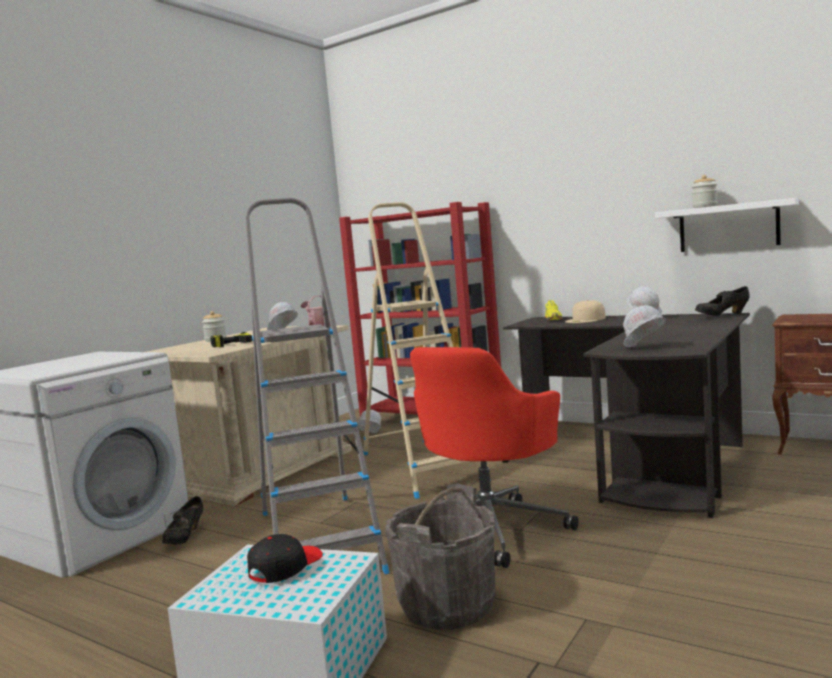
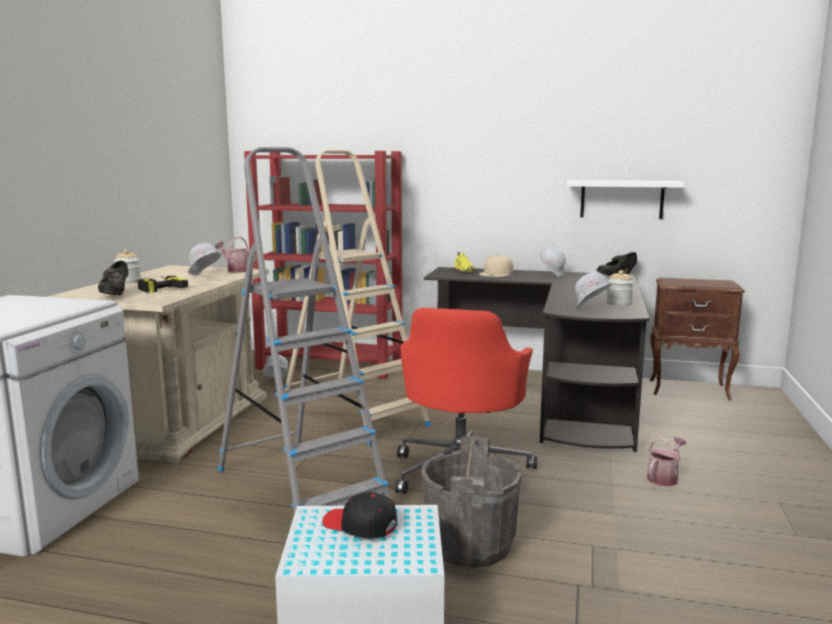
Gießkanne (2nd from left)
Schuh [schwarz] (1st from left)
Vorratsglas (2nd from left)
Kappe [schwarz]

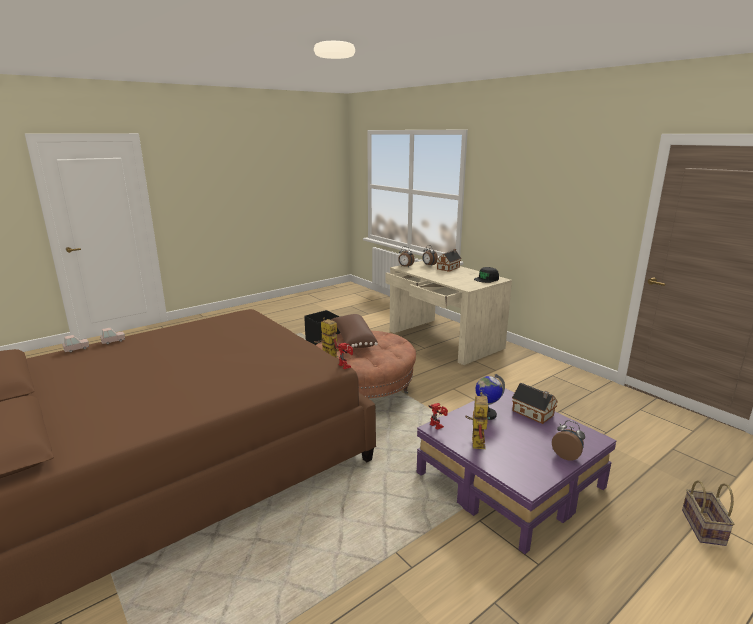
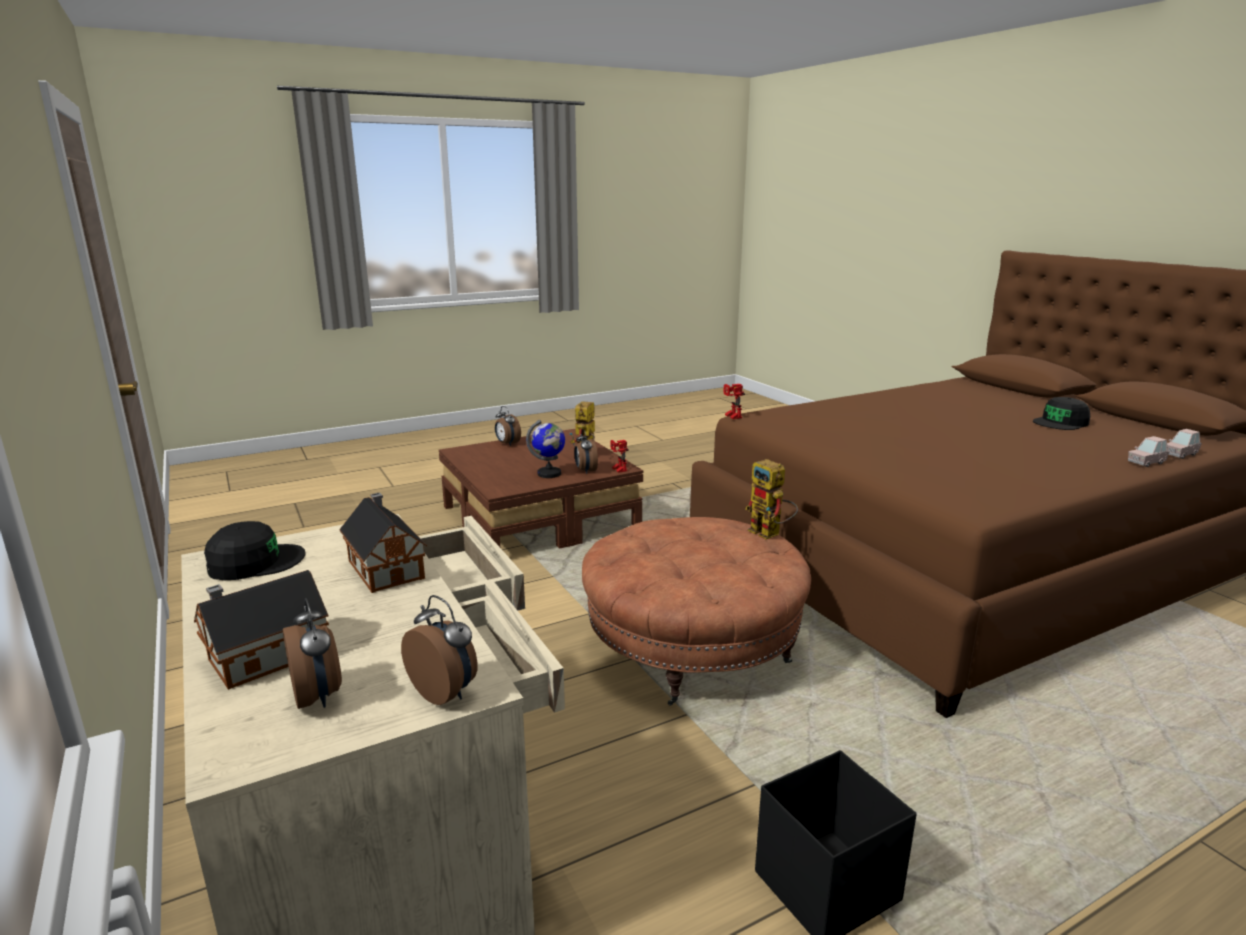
Kissen [braun]
Korb
Wecker (4th from left)
Kappe [schwarz] (2nd from left)
Spielzeughaus (2nd from left)
Couchtisch [braun]

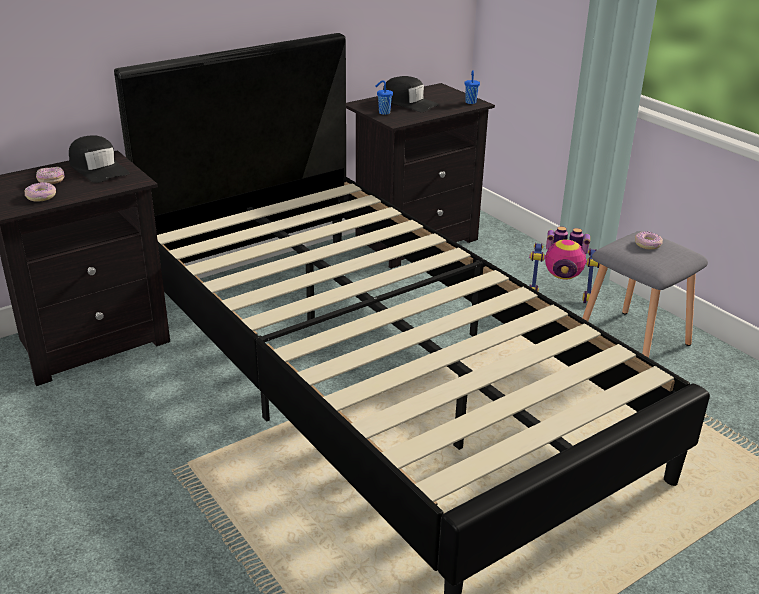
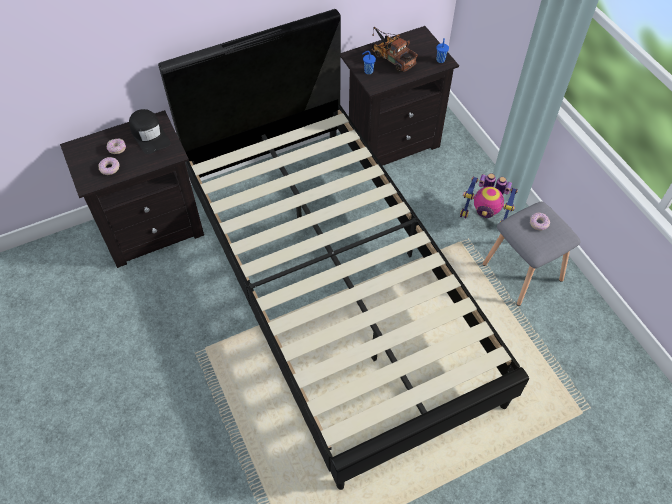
Spielzeuglaster

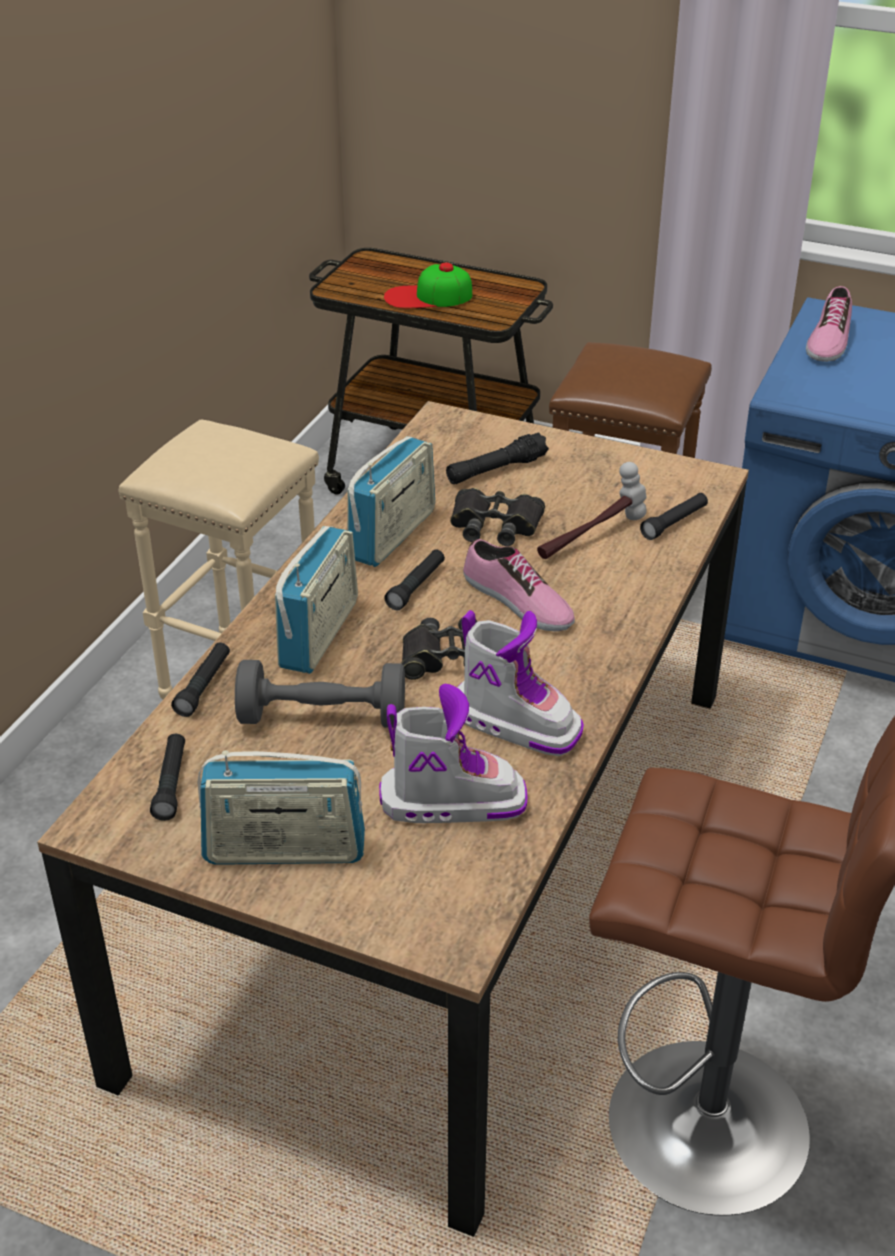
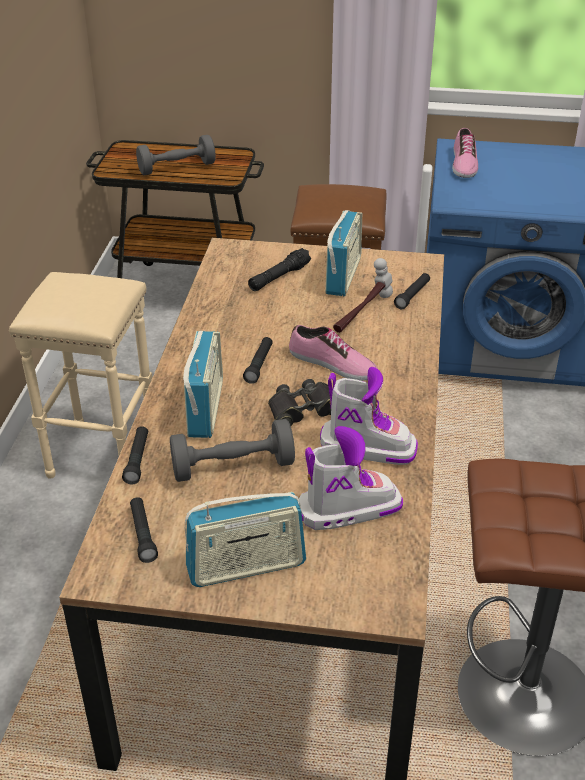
Fernglas [schwarz] (2nd from left in the first image)
Radio (3rd from left)
Hantel [grau] (1st from left)

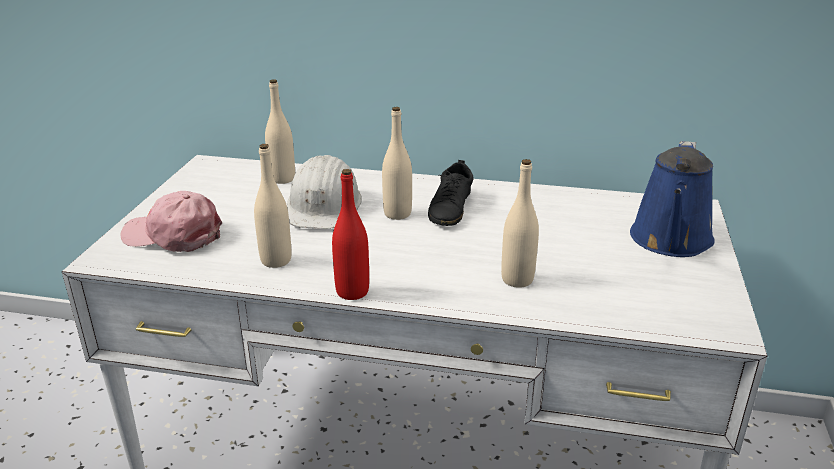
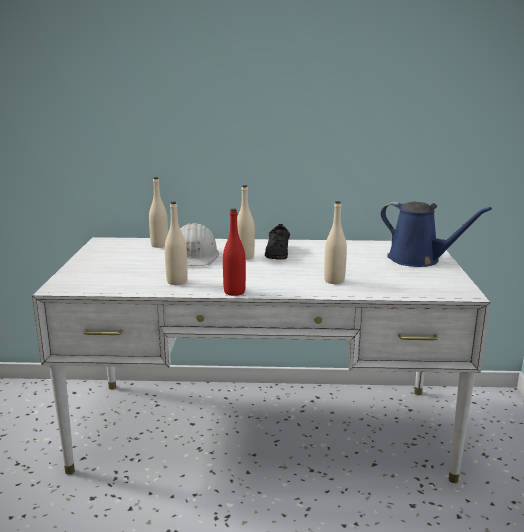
Kappe [rosa]
Gießkanne [blau]

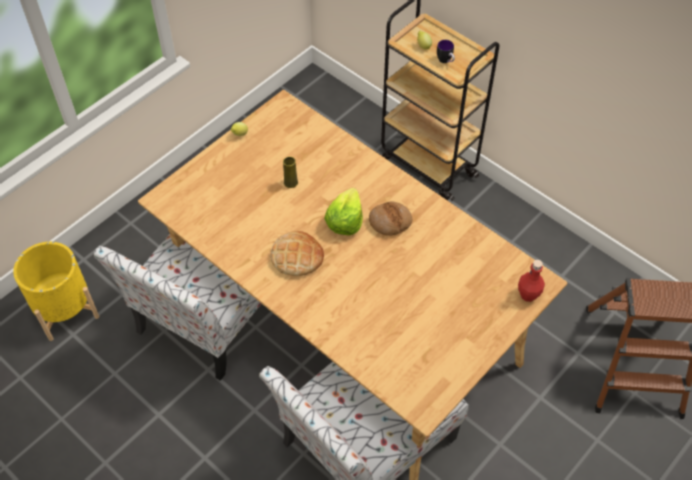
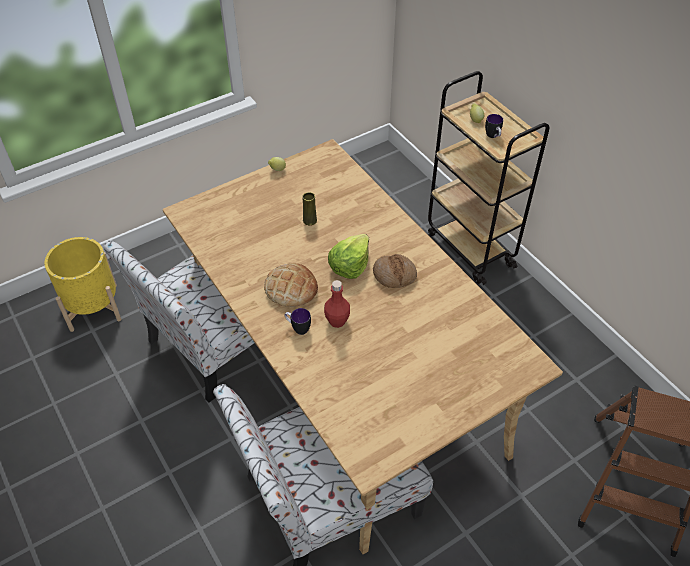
Henkelbecher (1st from left)
Flasche [rot]

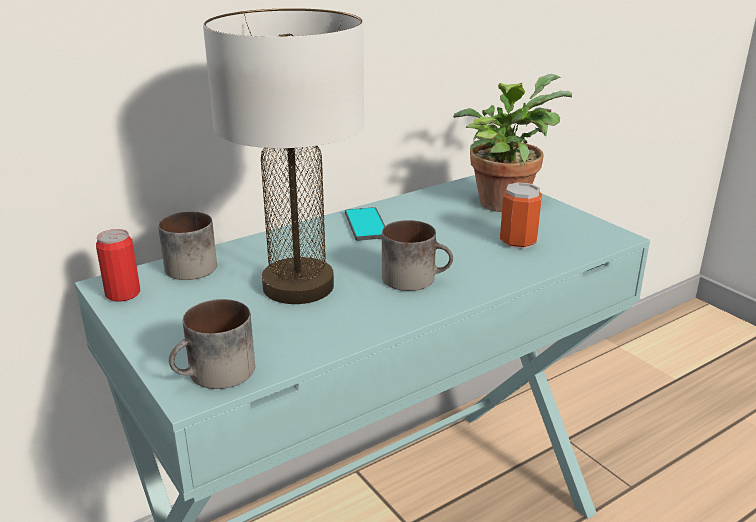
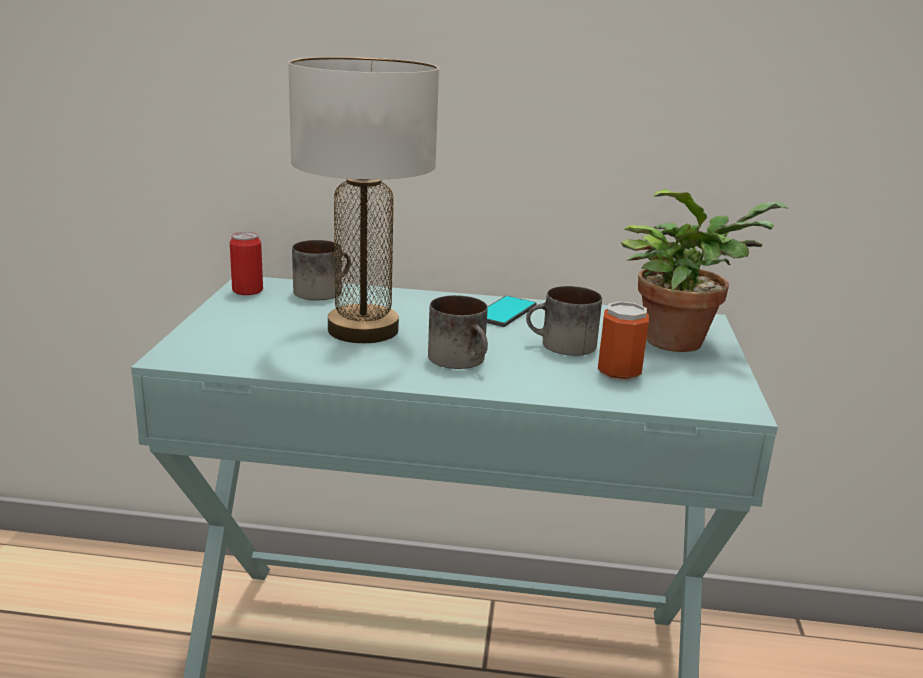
Henkelbecher (3rd from left)

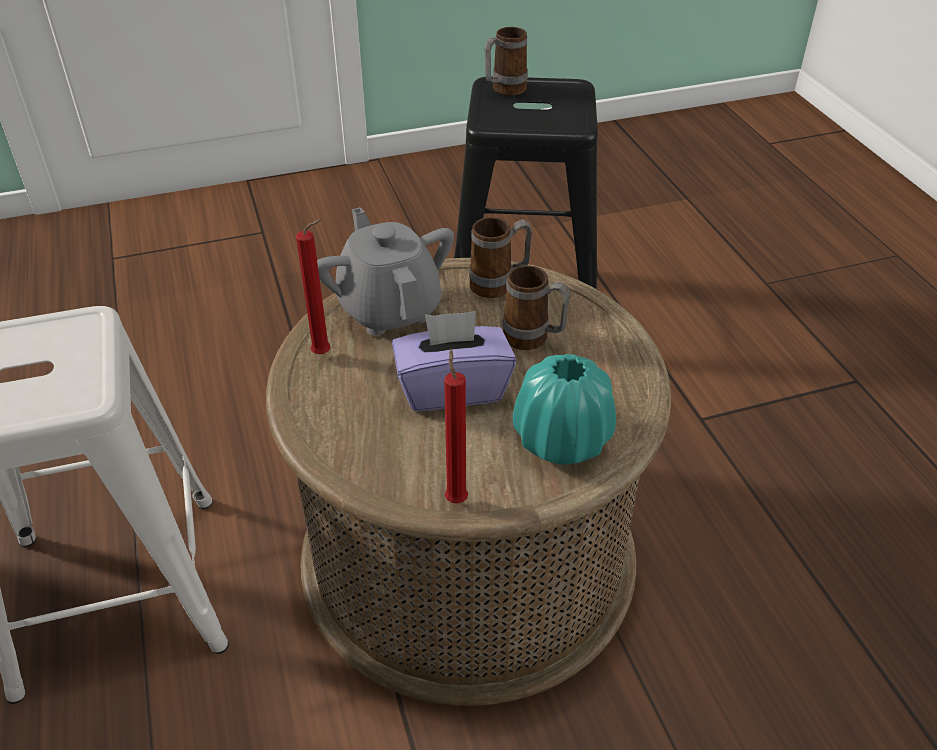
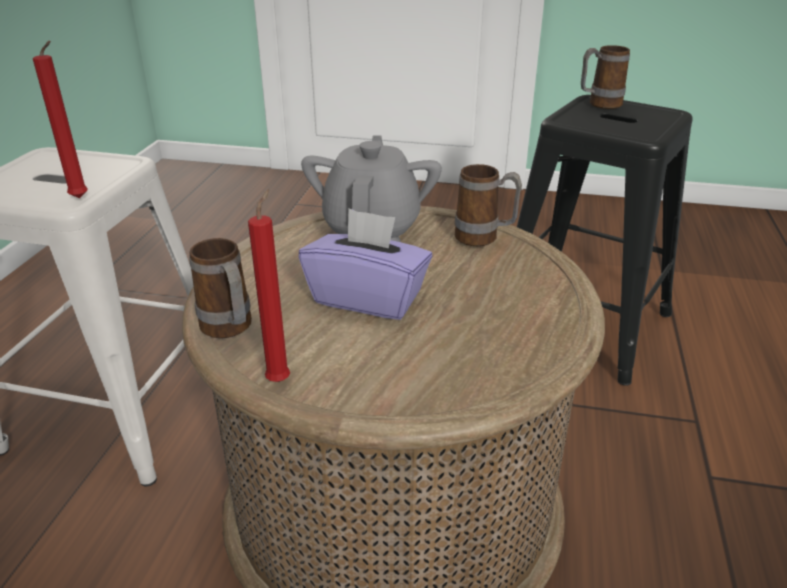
Vase [türkis]
Kerze [rot] (1st from left)
Henkelbecher (1st from left)

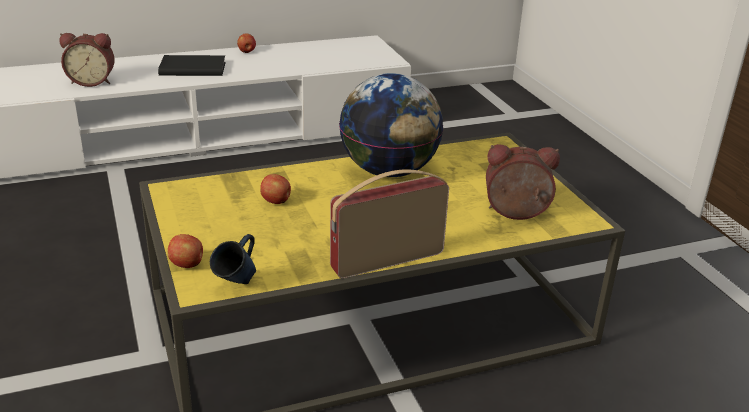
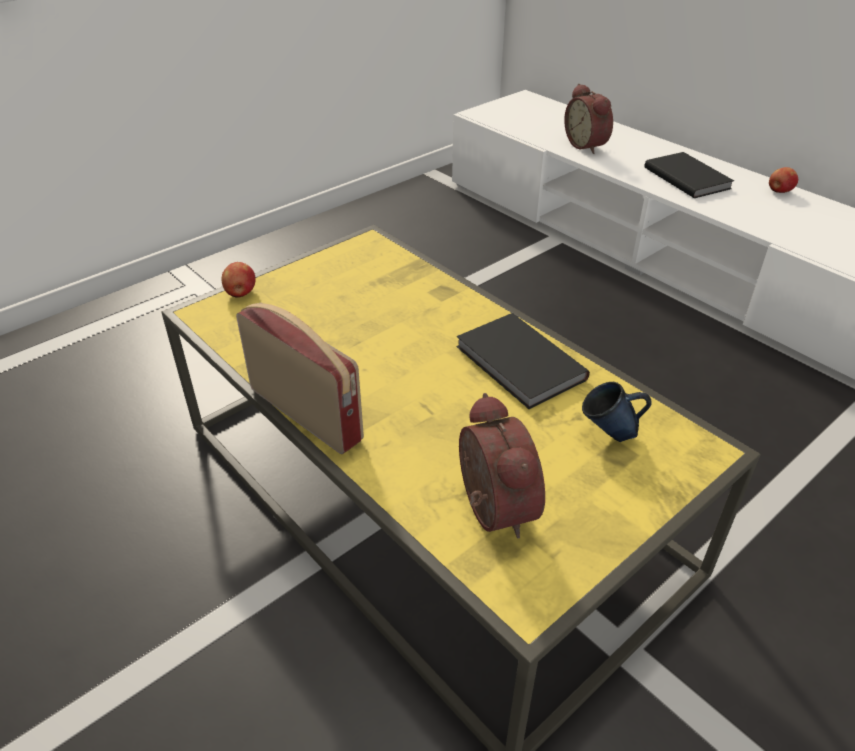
Apfel (3rd from left in the first image)
Henkelbecher [blau]
Buch [schwarz] (1st from left)

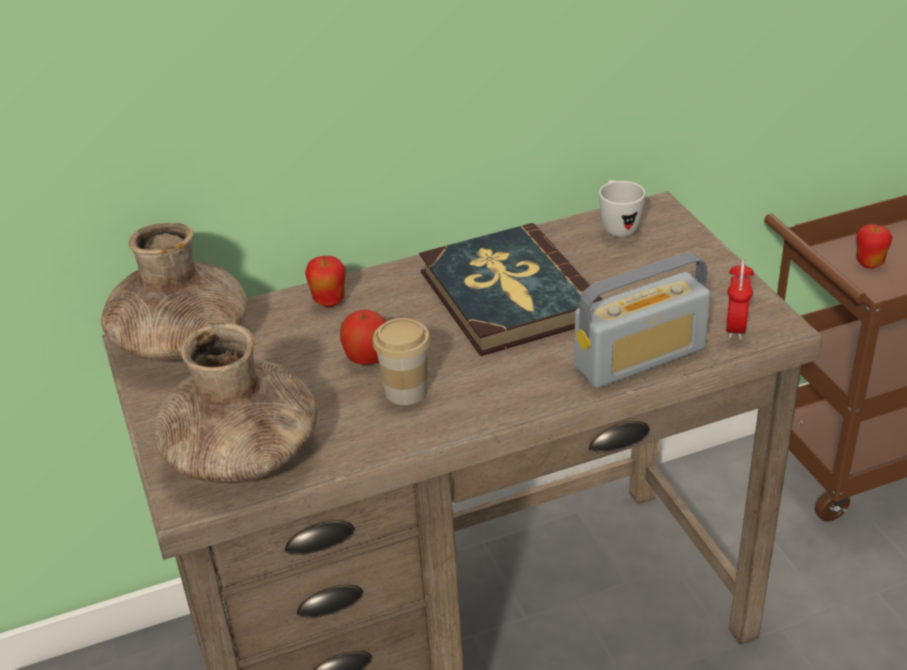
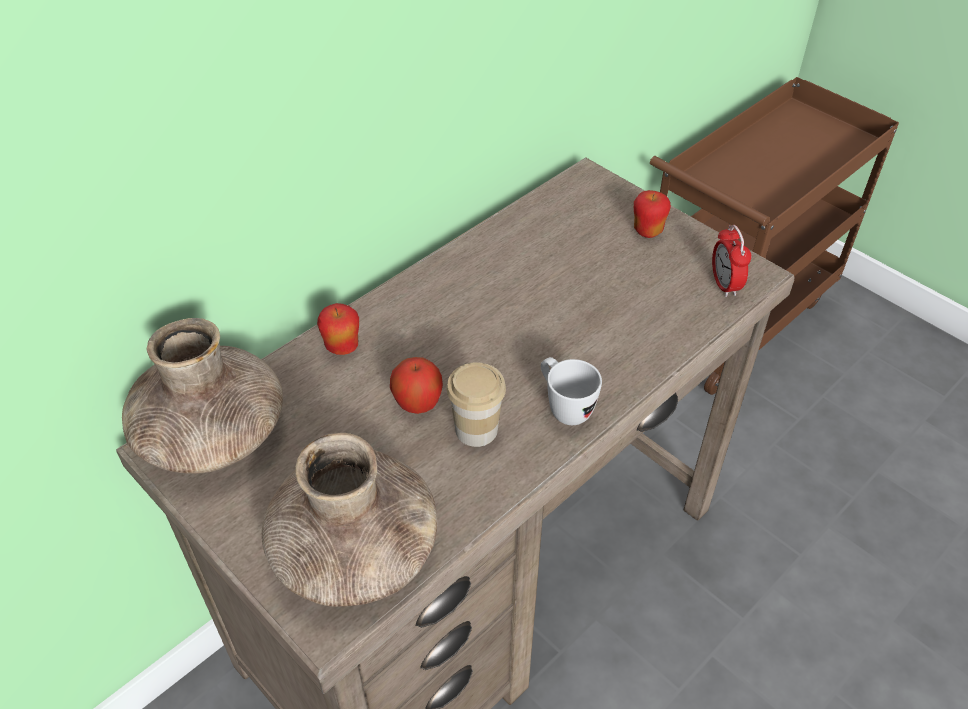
Buch
Radio
Henkelbecher [weiß]
Apfel (3rd from left)

